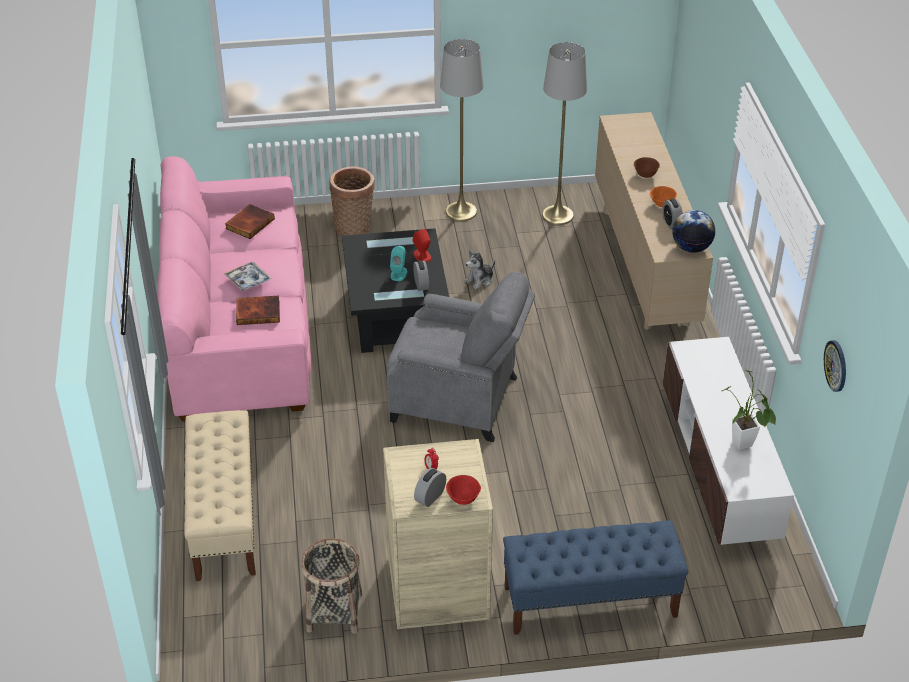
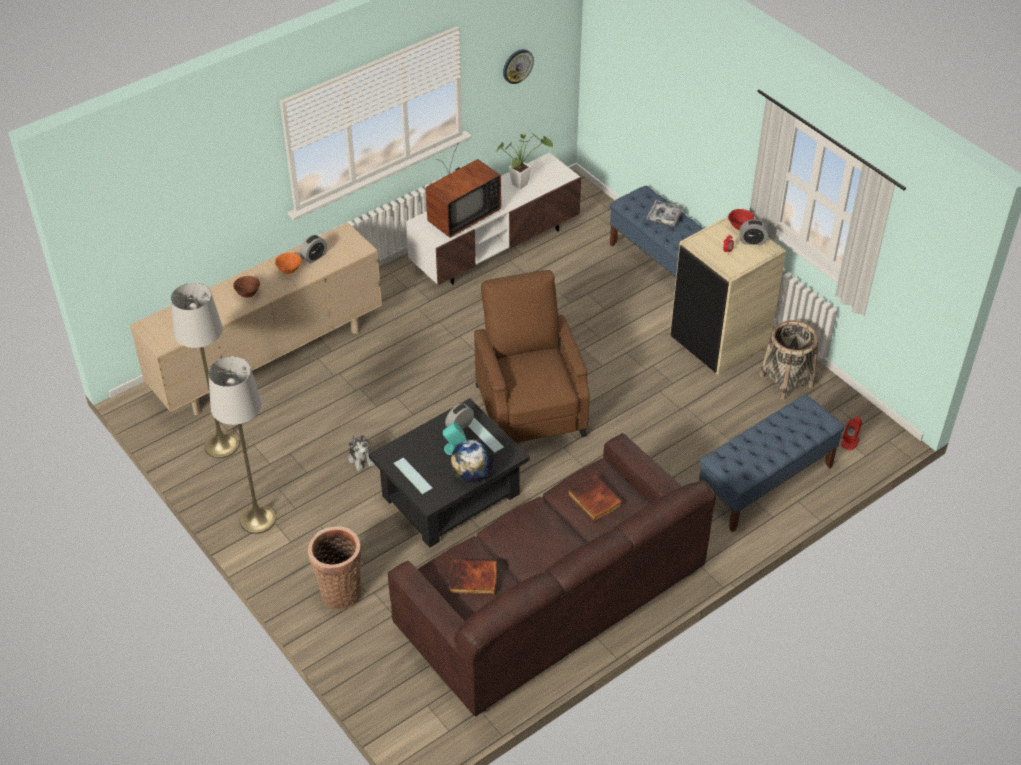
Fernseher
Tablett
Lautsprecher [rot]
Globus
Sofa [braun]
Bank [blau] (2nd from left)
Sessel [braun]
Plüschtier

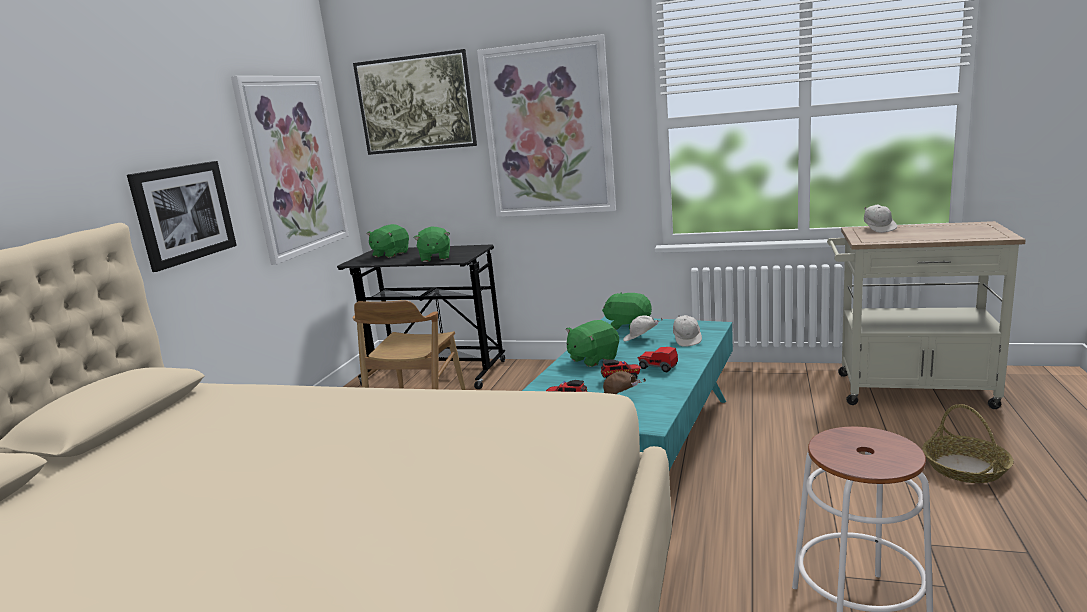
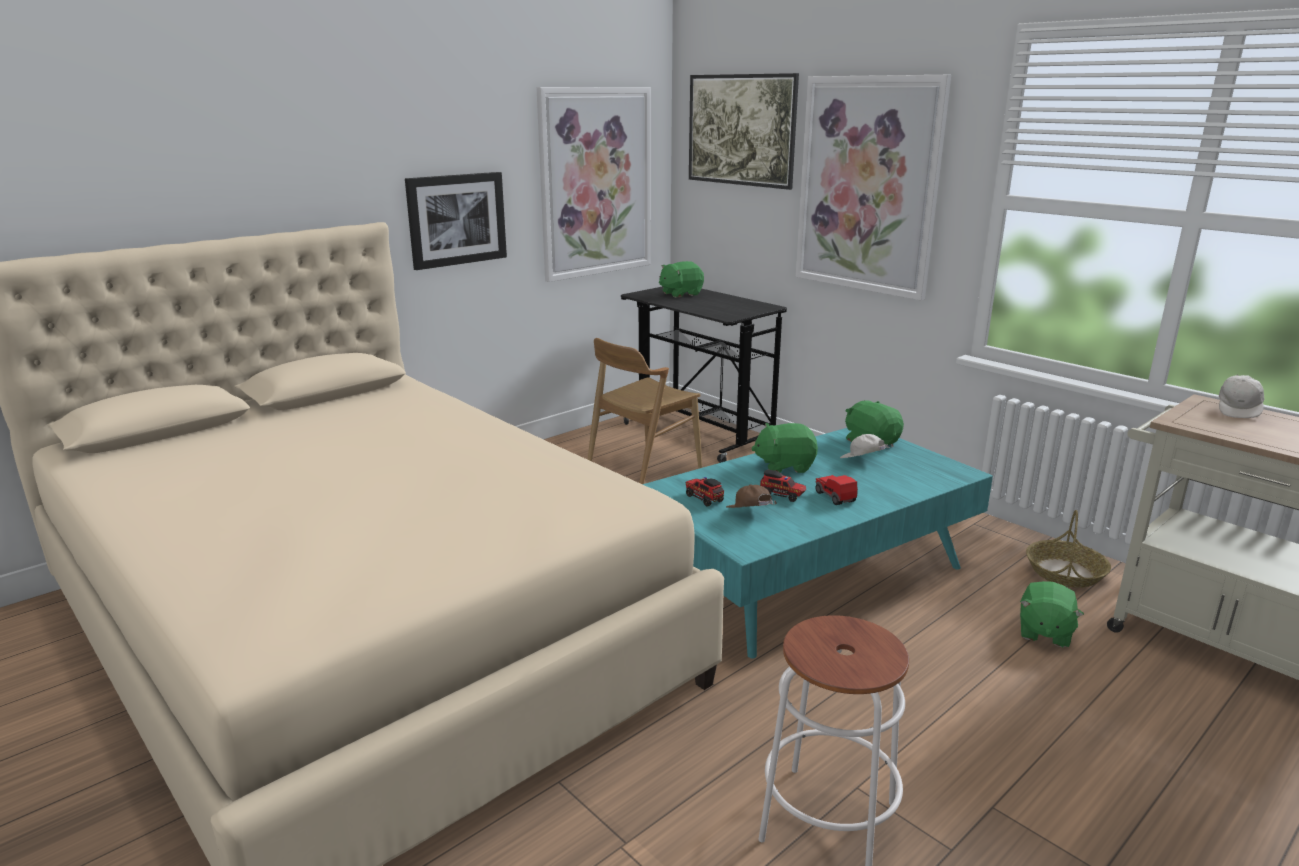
Kappe [weiß] (2nd from left in the first image)
Plüschtier [grün] (4th from left)
Korb

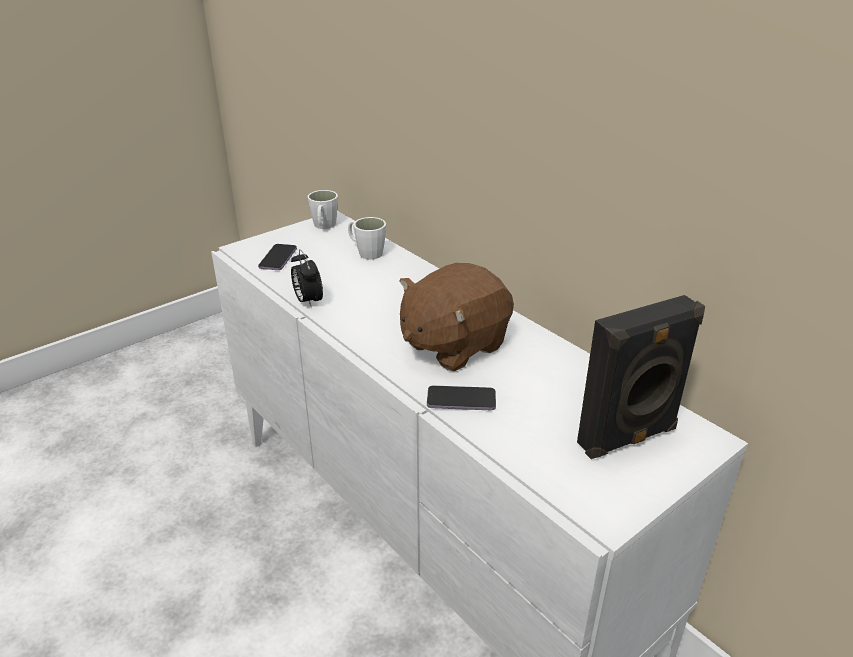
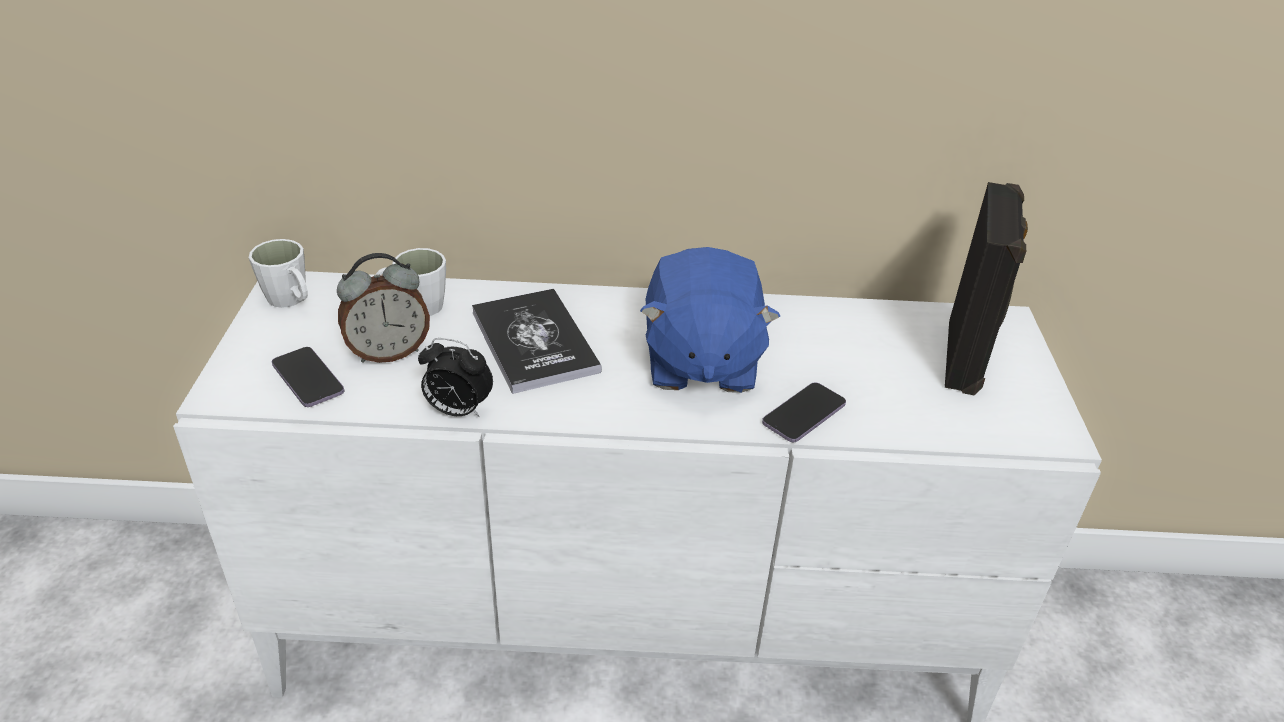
Wecker (1st from left)
Buch
Plüschtier [blau]

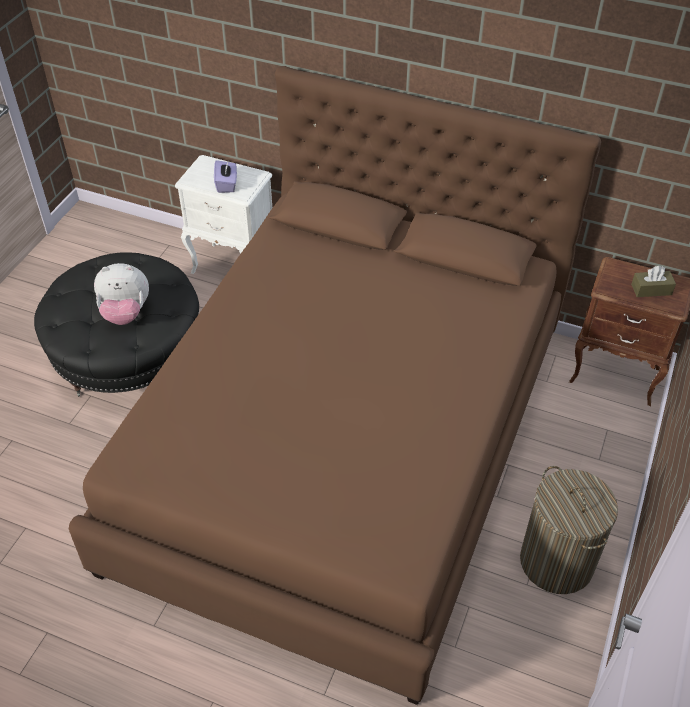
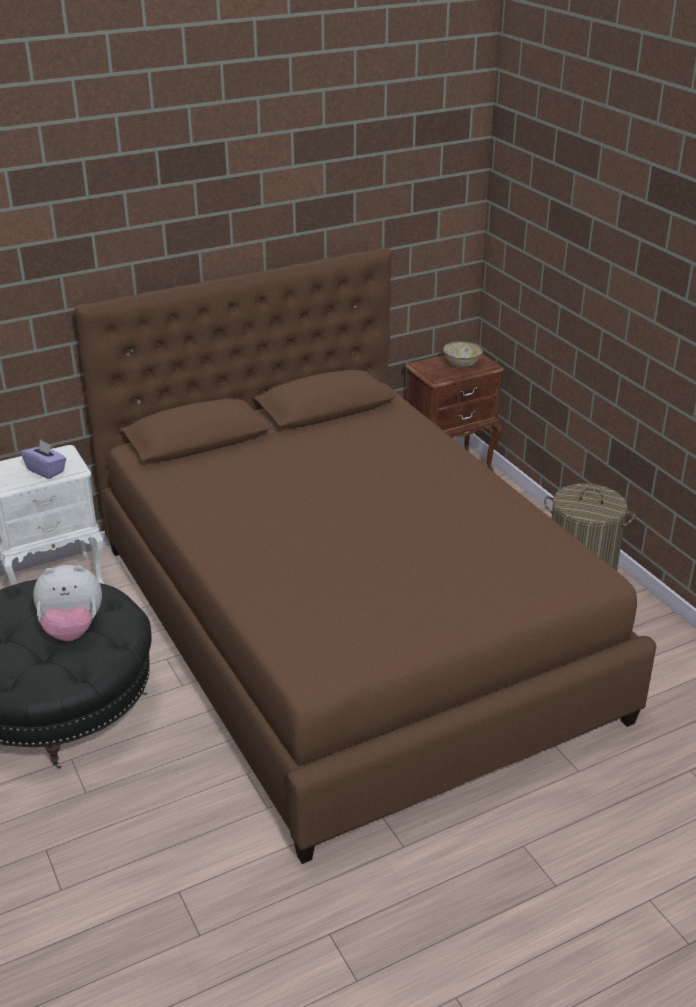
Schüssel
Plüschtier

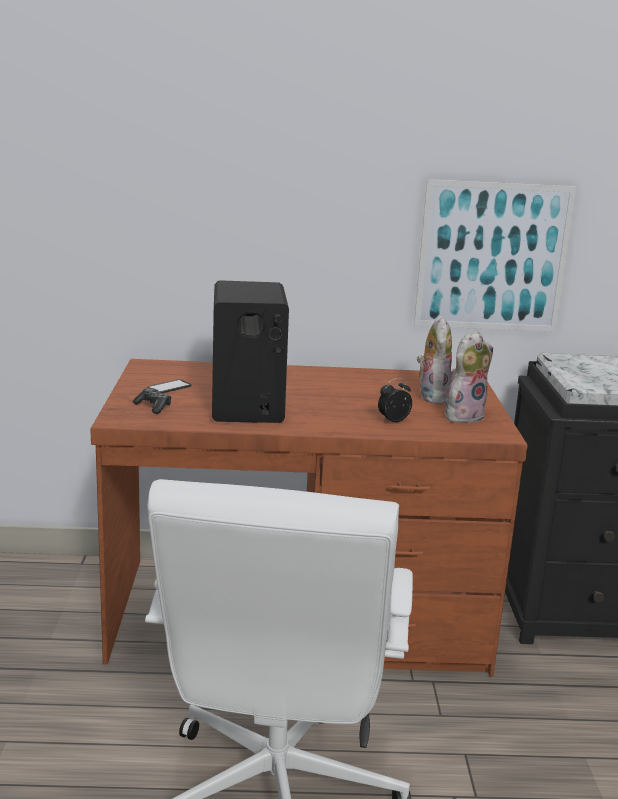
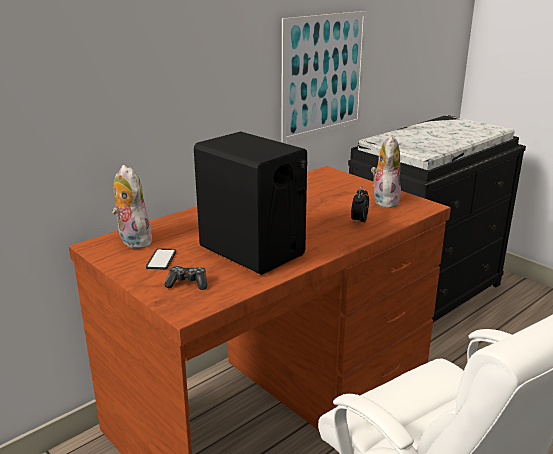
Plüschtier (1st from left)

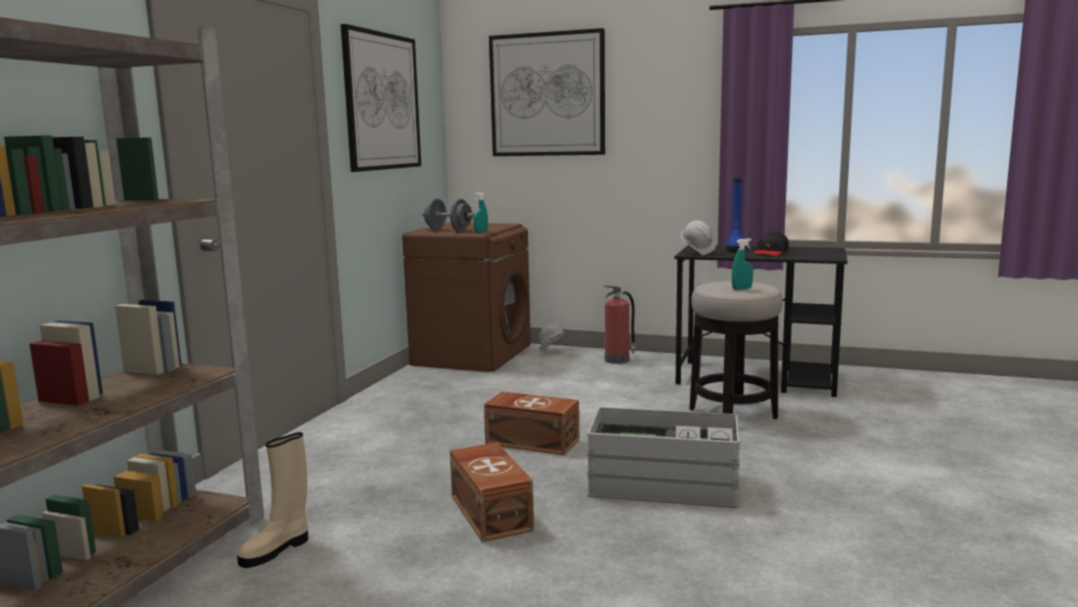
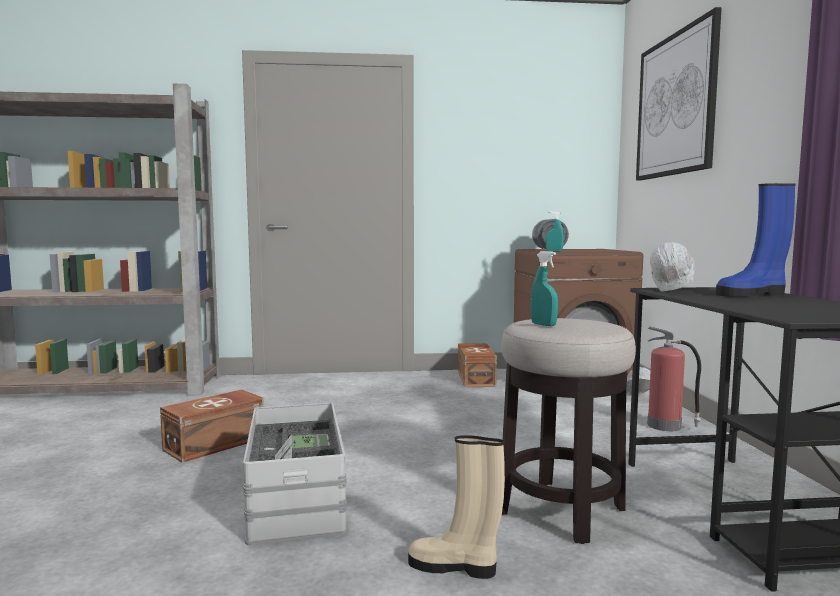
Bild (1st from left in the first image)
Kappe [schwarz]
Stiefel [beige]
Aufbewahrungsbox [braun] (2nd from left)

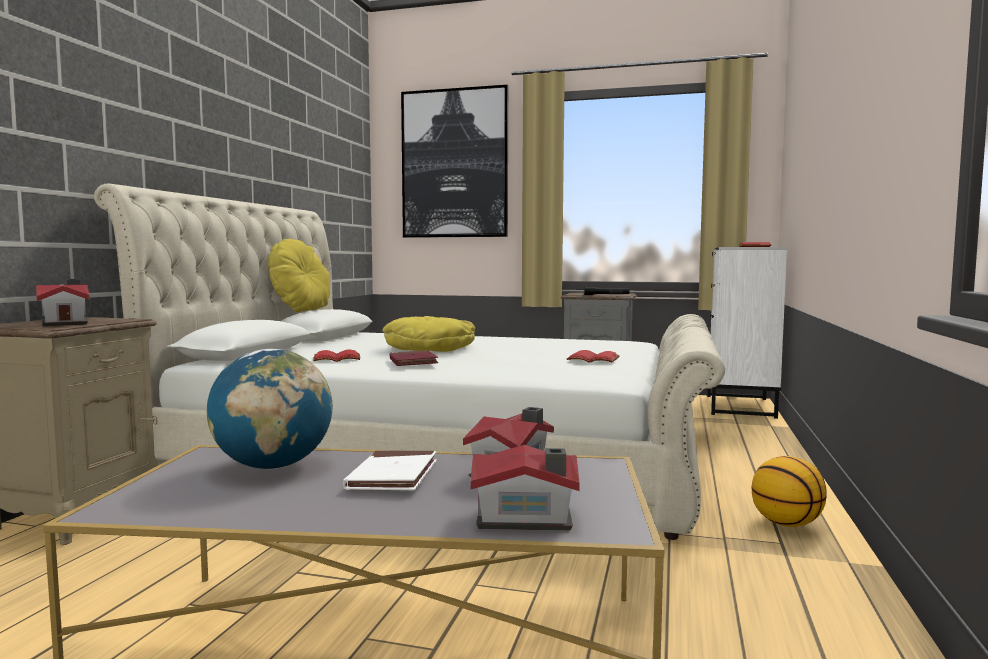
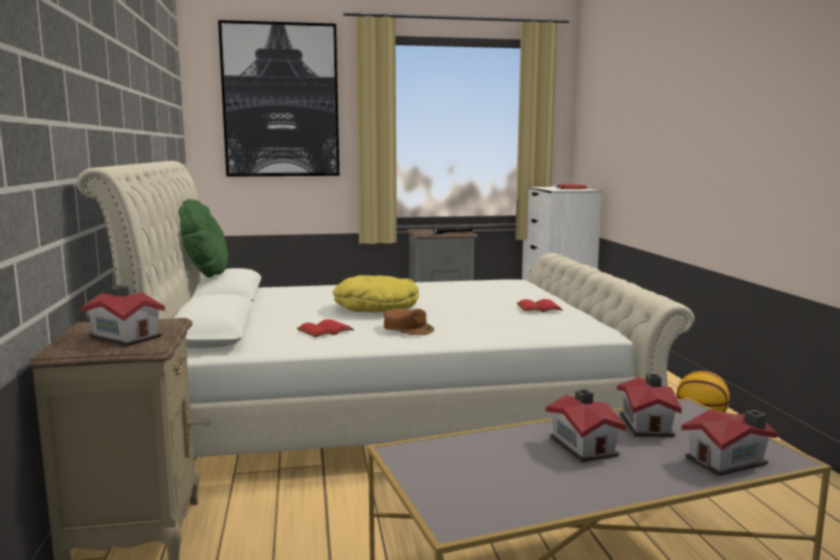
Globus
Spielzeughaus (2nd from left)
Kappe [braun]
Kissen [grün]

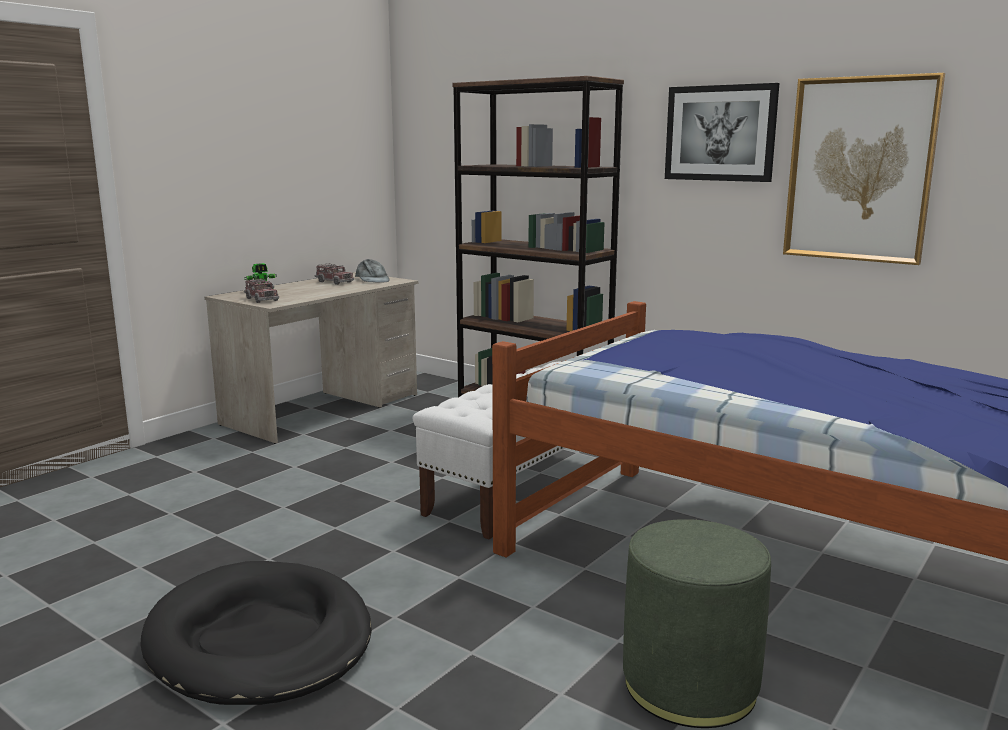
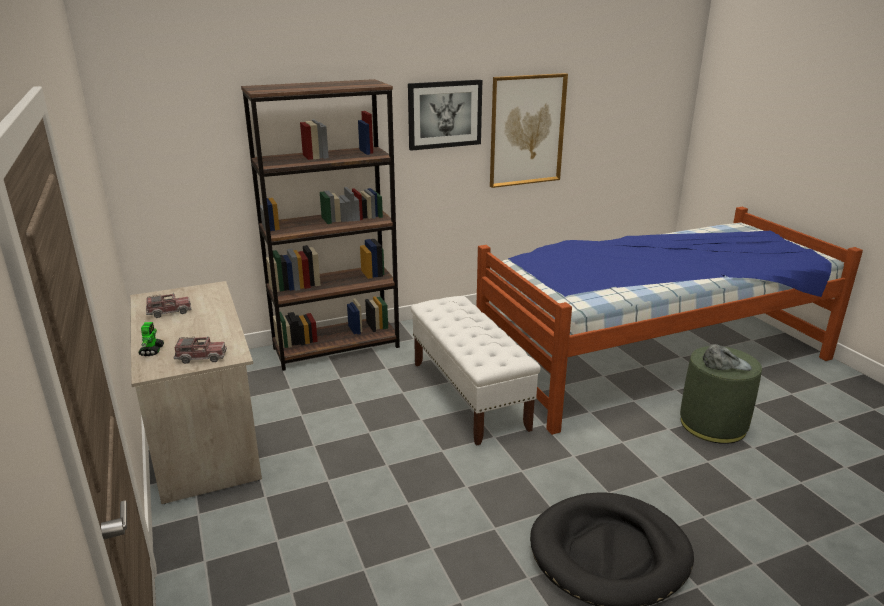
Kappe [grau]

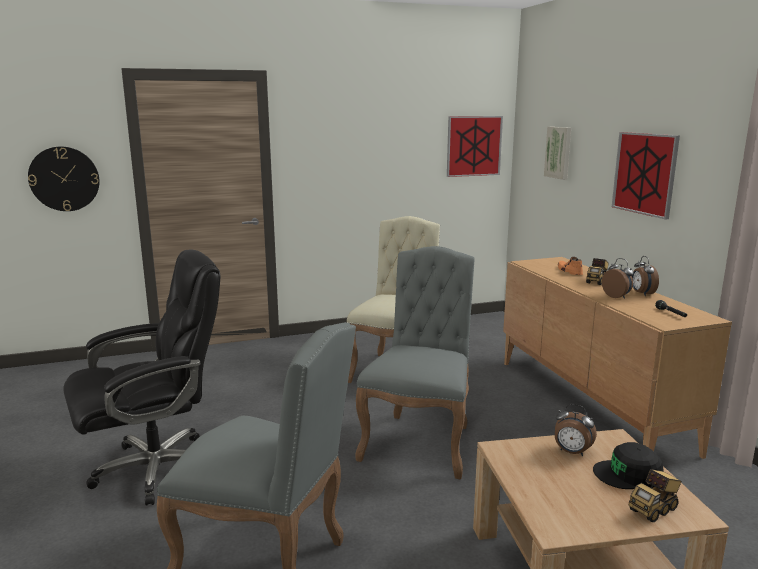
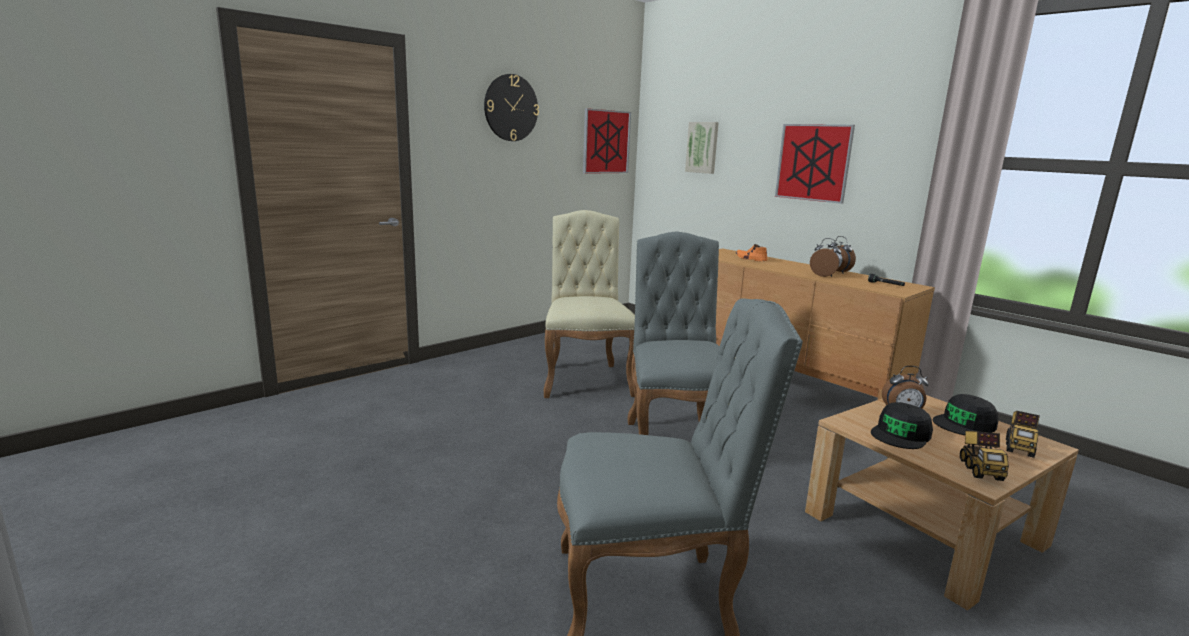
Bürostuhl [schwarz]
Kappe [schwarz] (1st from left)
Wanduhr
Spielzeuglaster (1st from left)

